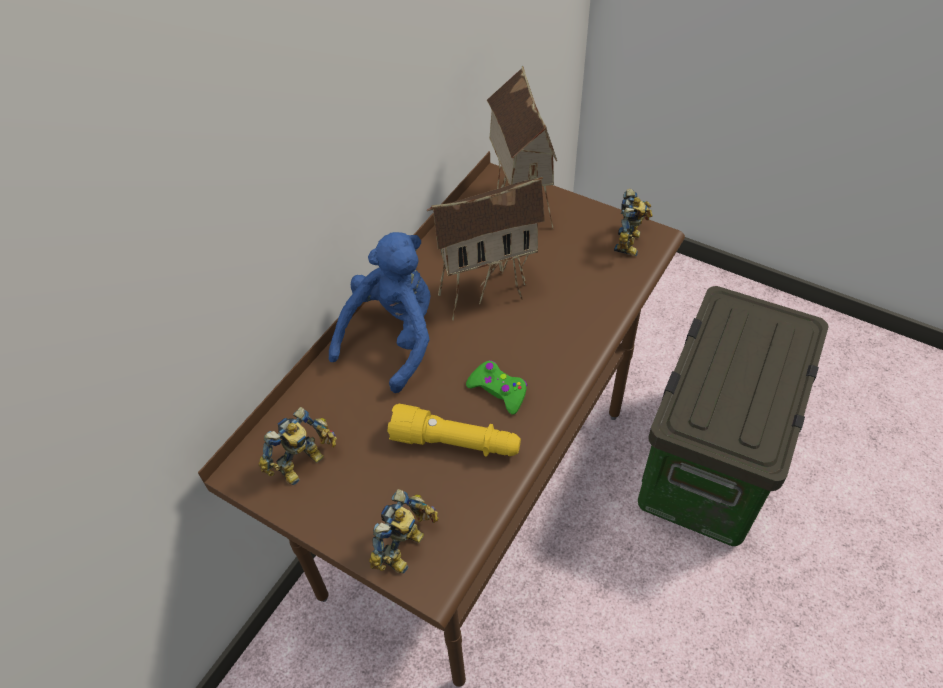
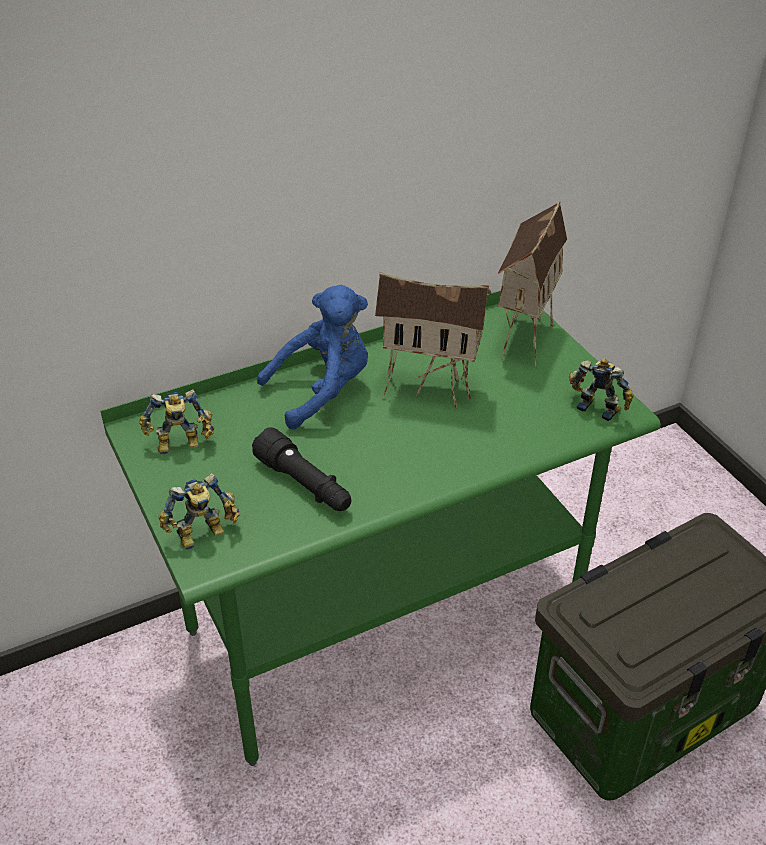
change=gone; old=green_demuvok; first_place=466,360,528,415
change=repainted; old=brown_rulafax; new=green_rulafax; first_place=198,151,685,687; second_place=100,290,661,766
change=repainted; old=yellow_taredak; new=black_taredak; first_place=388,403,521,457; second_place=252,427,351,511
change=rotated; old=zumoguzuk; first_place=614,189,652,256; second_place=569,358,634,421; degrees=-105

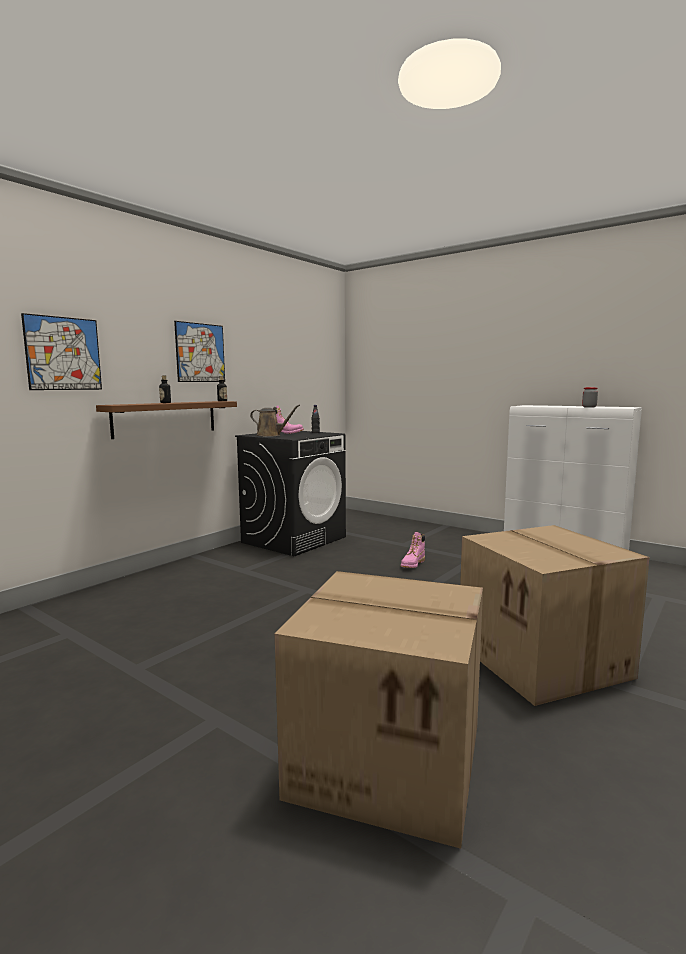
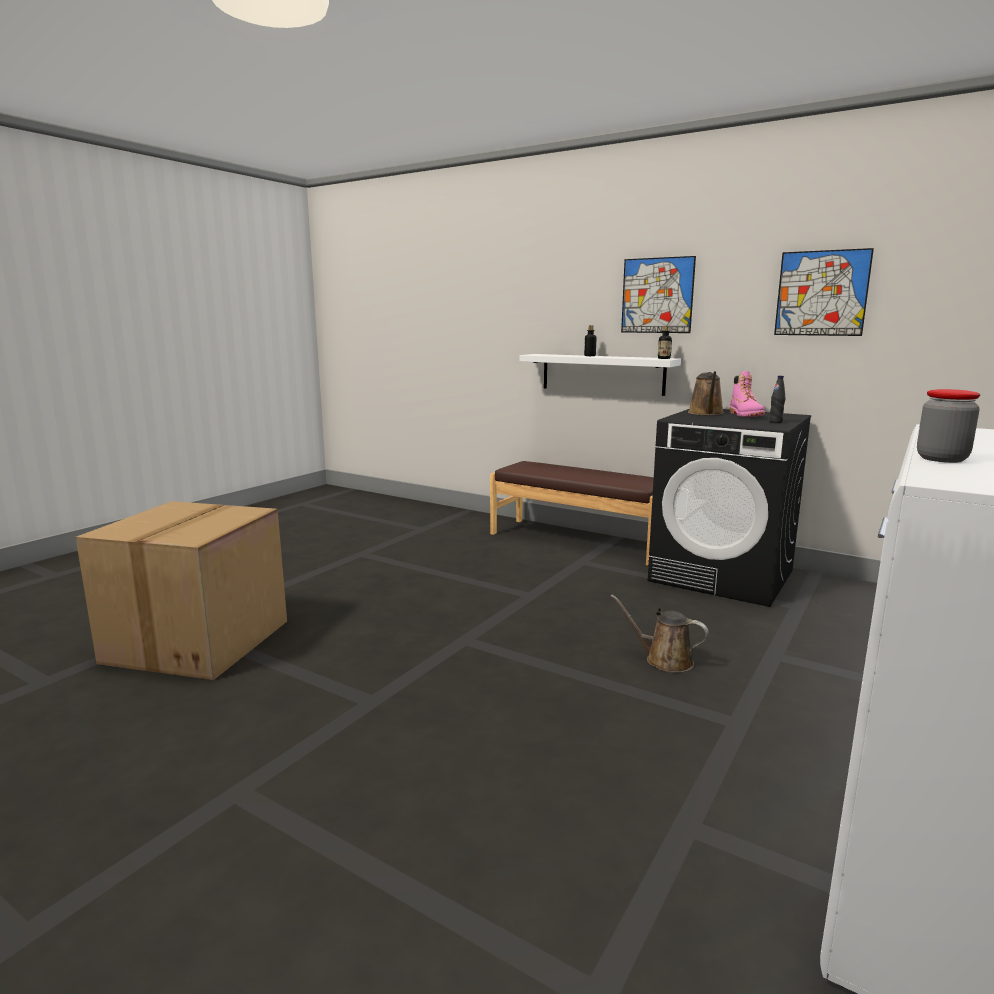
change=gone; old=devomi; first_place=460,525,650,706
change=new; new=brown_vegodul; second_place=490,461,654,565
change=shifted; old=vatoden; first_place=21,313,102,390; second_place=774,248,874,336
change=swapped; old=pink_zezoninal; new=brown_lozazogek; first_place=401,532,425,568; second_place=610,595,709,673
change=repainted; old=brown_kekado; new=white_kekado; first_place=96,401,237,439; second_place=520,354,681,396

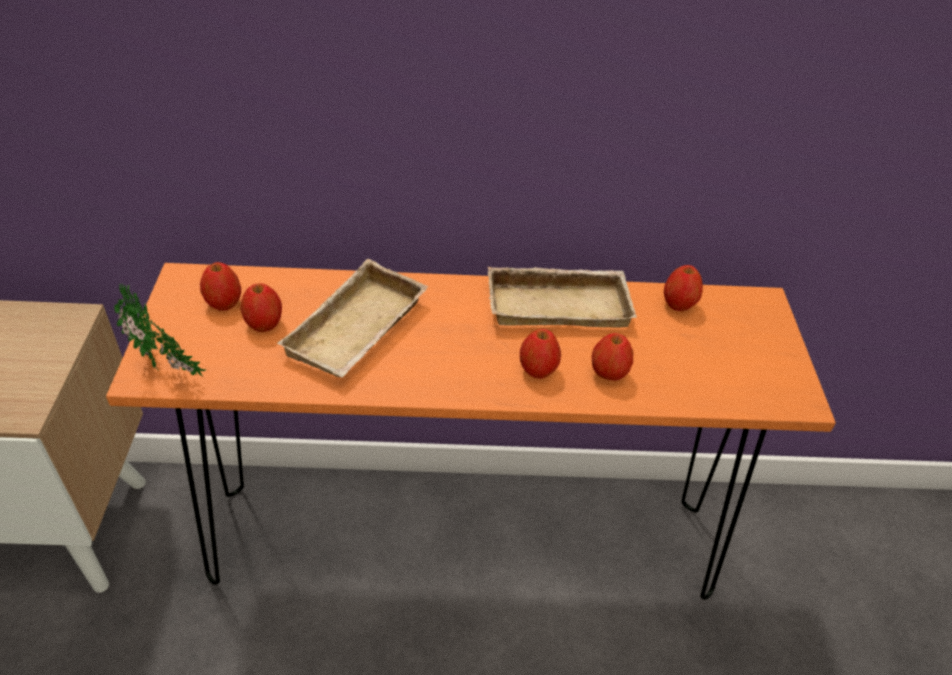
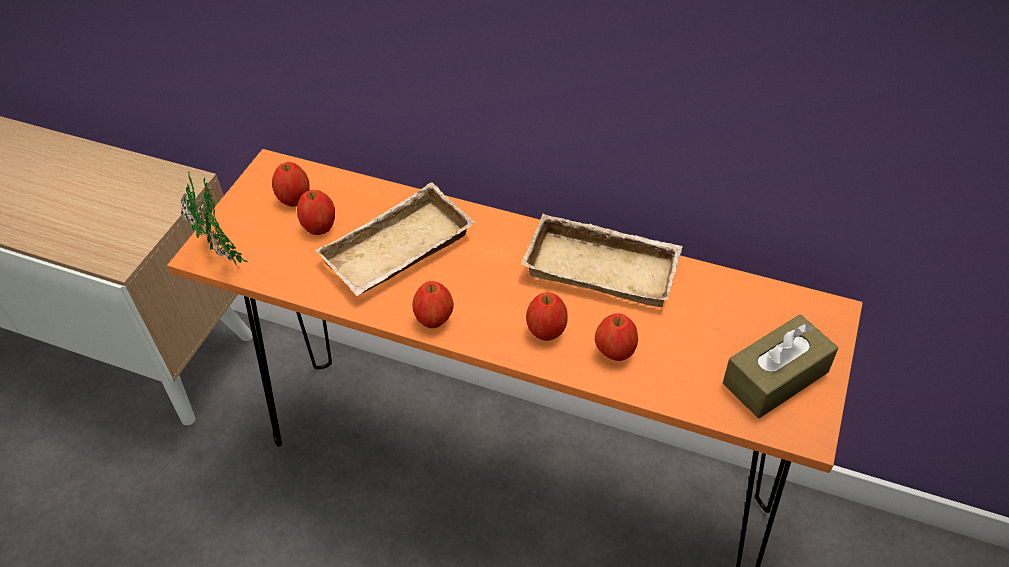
change=new; new=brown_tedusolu; second_place=723,315,838,418
change=shifted; old=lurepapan; first_place=664,265,703,311; second_place=412,281,454,328

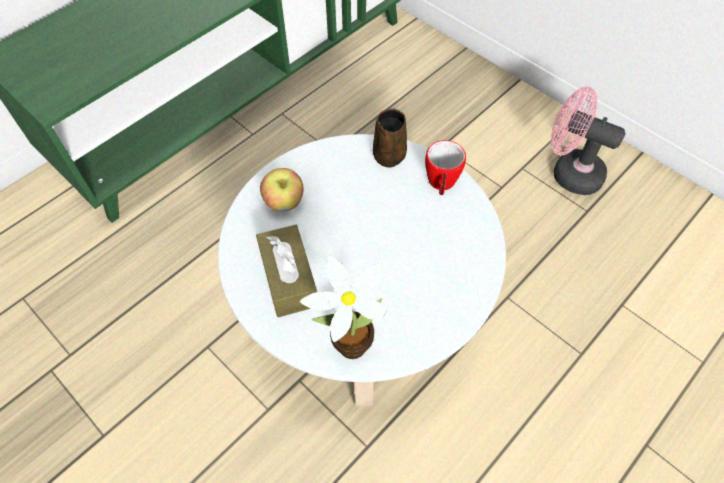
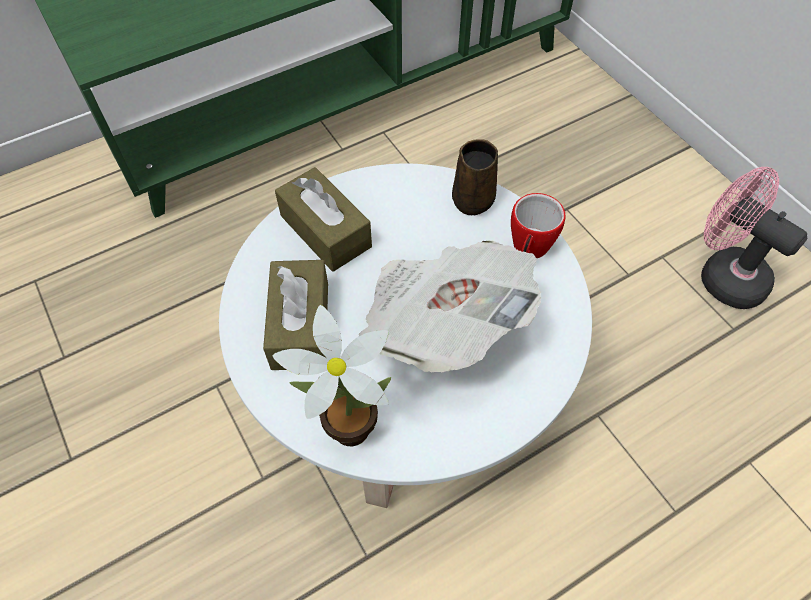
change=new; new=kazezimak; second_place=358,240,541,373
change=swapped; old=lurepapan; new=brown_tedusolu; first_place=260,168,303,212; second_place=275,167,372,272

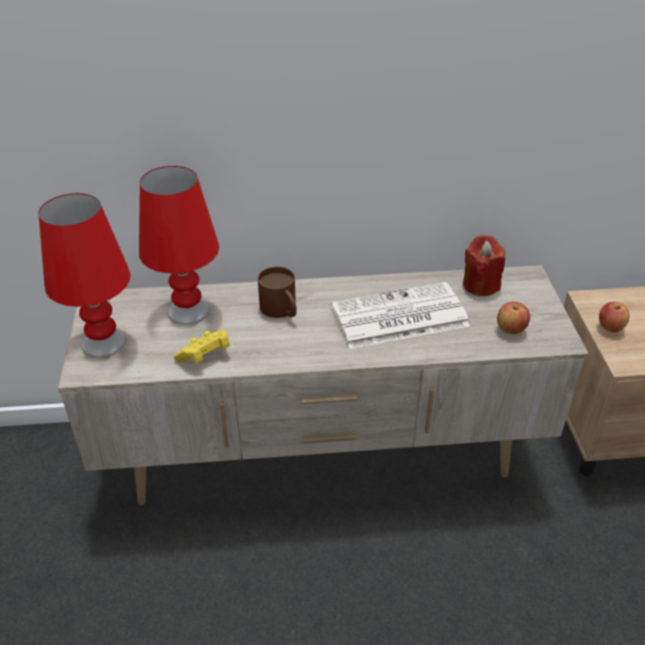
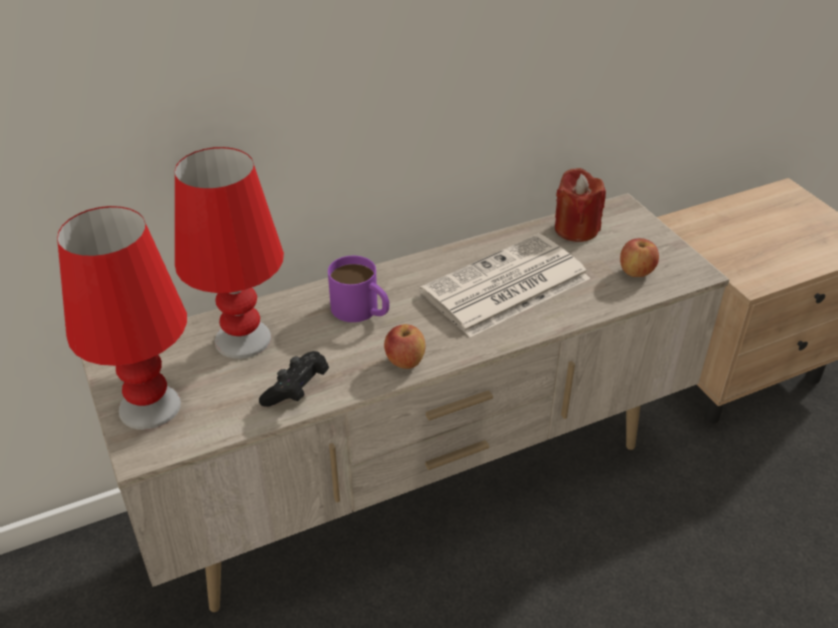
change=shifted; old=lurepapan; first_place=599,302,629,333; second_place=384,324,426,369
change=repainted; old=yellow_demuvok; new=black_demuvok; first_place=174,330,230,363; second_place=259,351,329,407
change=repainted; old=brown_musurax; new=purple_musurax; first_place=258,267,297,318; second_place=328,256,389,322

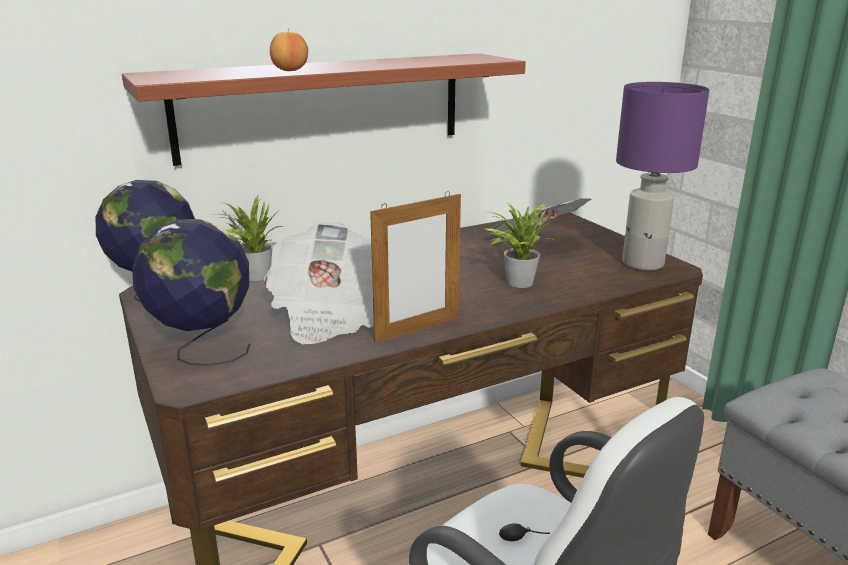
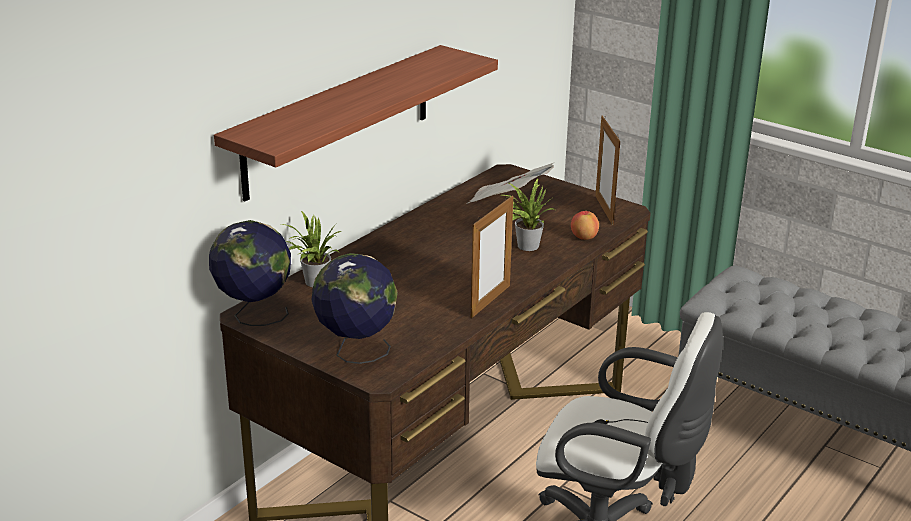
change=gone; old=kazezimak; first_place=264,222,374,344
change=shifted; old=lurepapan; first_place=270,28,308,71; second_place=571,211,599,240
change=swapped; old=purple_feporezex; new=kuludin; first_place=616,82,710,270; second_place=595,116,620,225

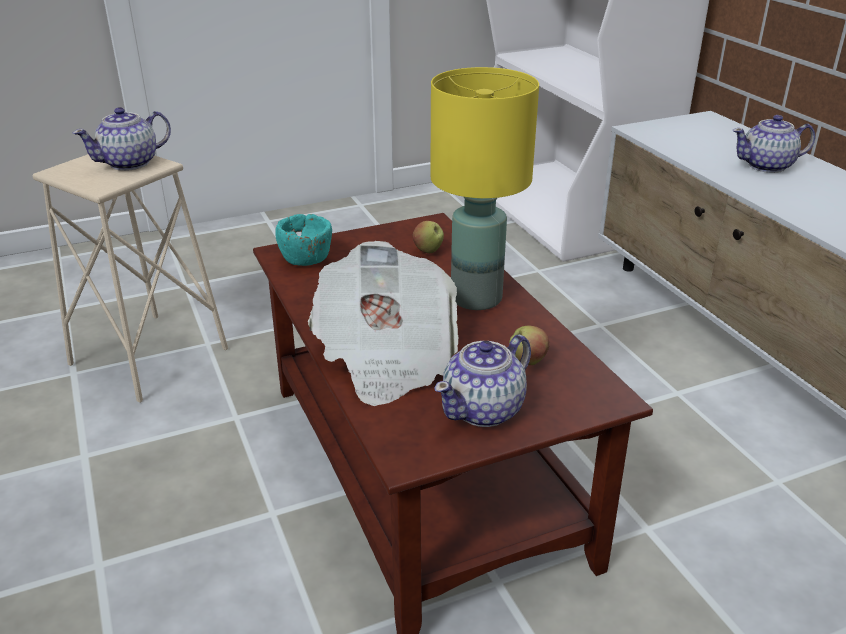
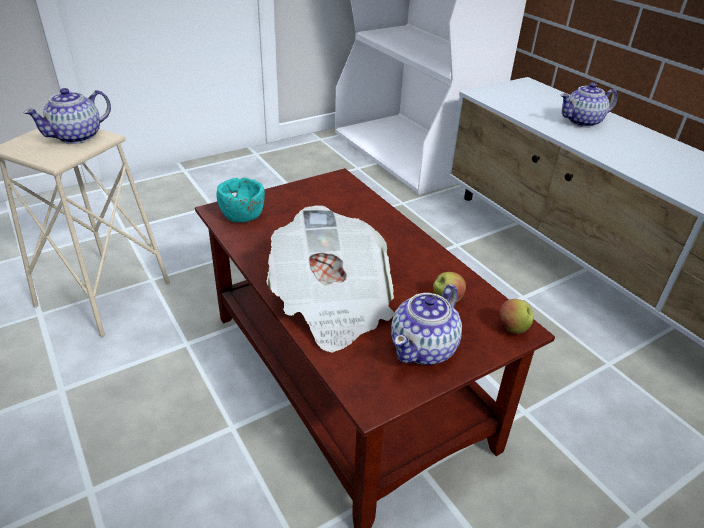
change=gone; old=yellow_feporezex; first_place=430,67,539,310
change=shifted; old=lurepapan; first_place=413,221,444,254; second_place=500,299,534,334

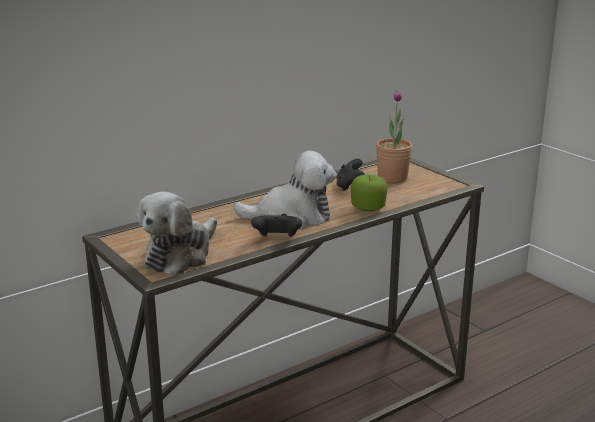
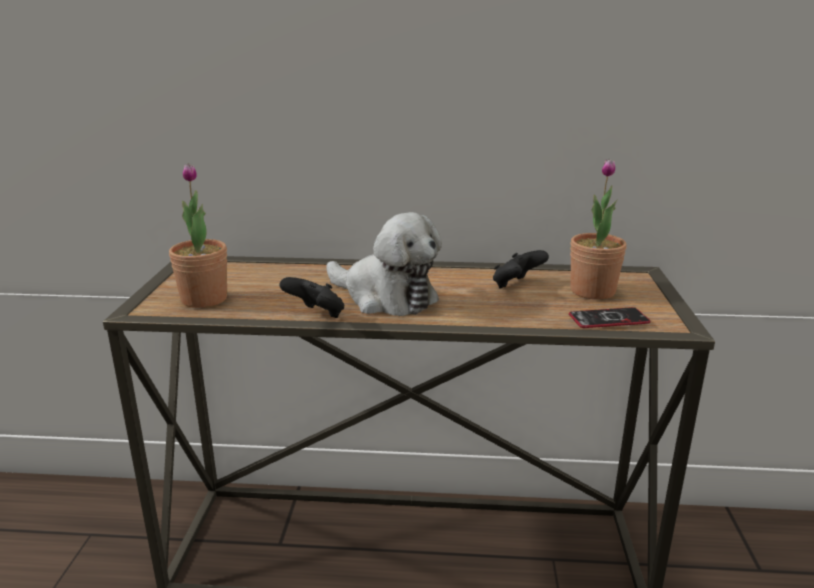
change=gone; old=lurepapan; first_place=351,174,388,212
change=new; new=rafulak; second_place=569,307,651,328
change=swapped; old=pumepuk; new=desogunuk; first_place=137,192,217,275; second_place=169,163,227,308

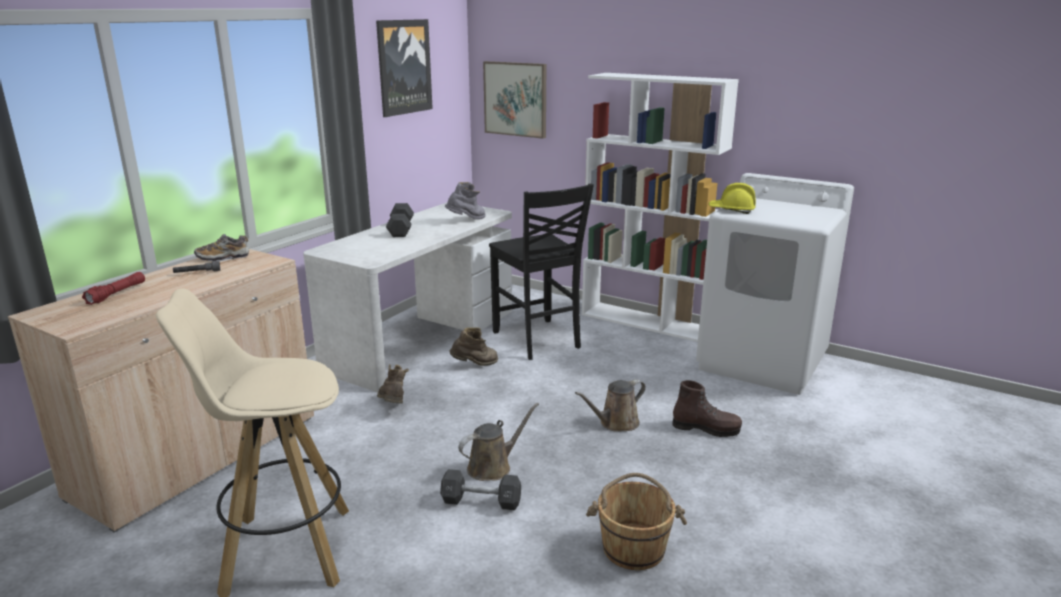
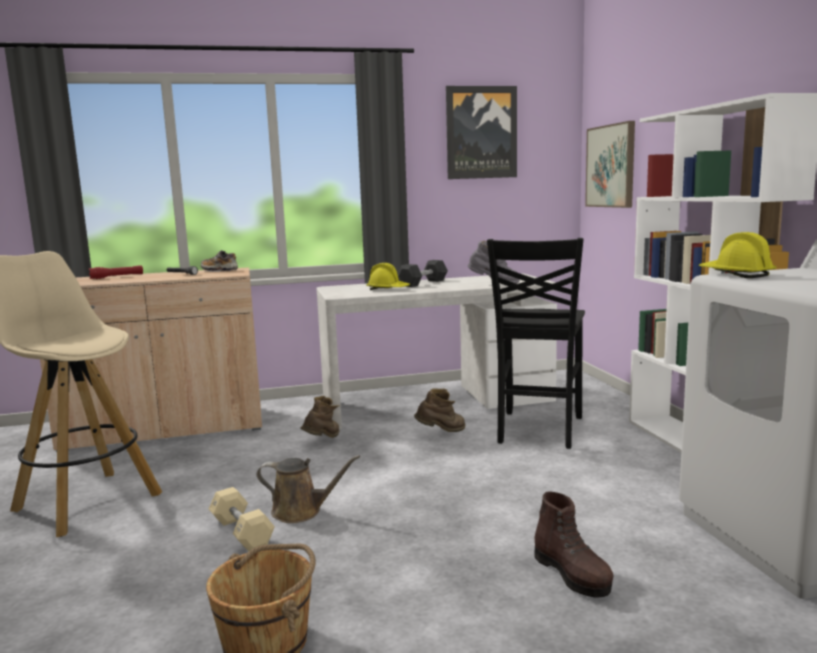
change=gone; old=brown_lozazogek; first_place=575,379,646,432
change=new; new=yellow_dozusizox; second_place=366,263,411,290
change=repainted; old=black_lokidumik; new=beige_lokidumik; first_place=440,469,521,510; second_place=209,487,275,551
change=rotated; old=brown_zezoninal; first_place=449,327,498,366; second_place=414,389,466,432; degrees=-45

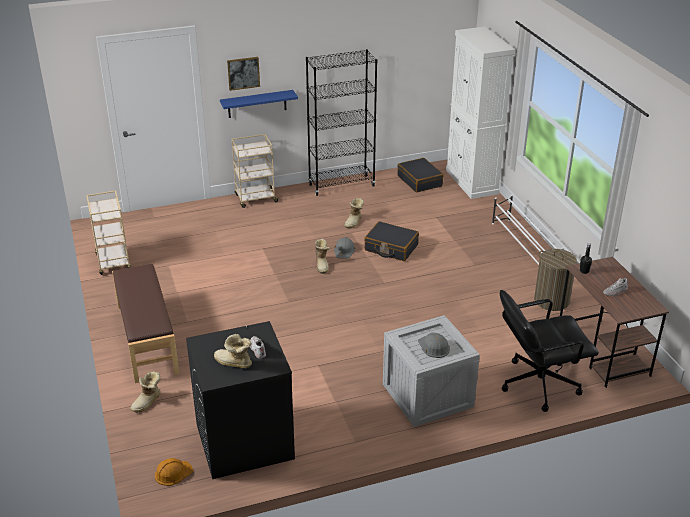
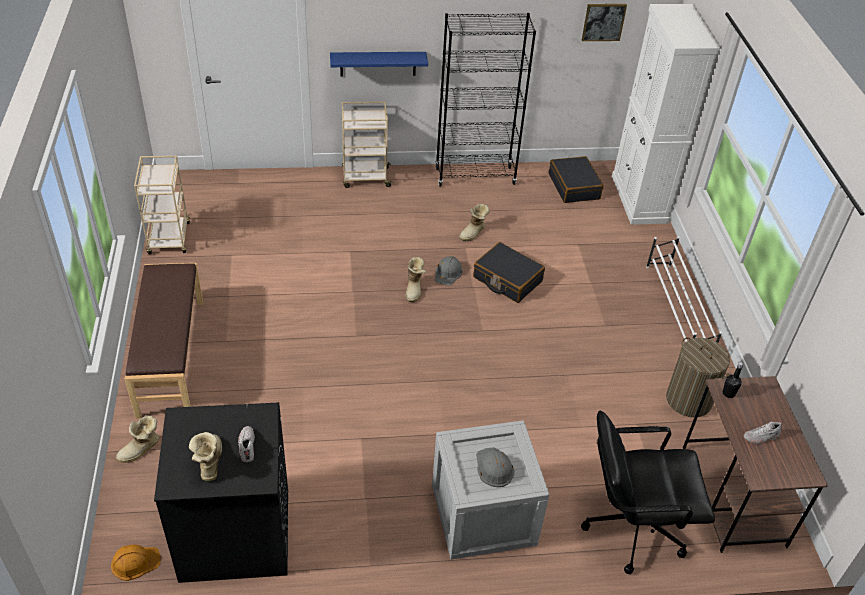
change=shifted; old=vatoden; first_place=227,57,260,91; second_place=582,4,627,41
change=rotated; old=zezoninal; first_place=214,334,252,368; second_place=189,432,222,481; degrees=45

